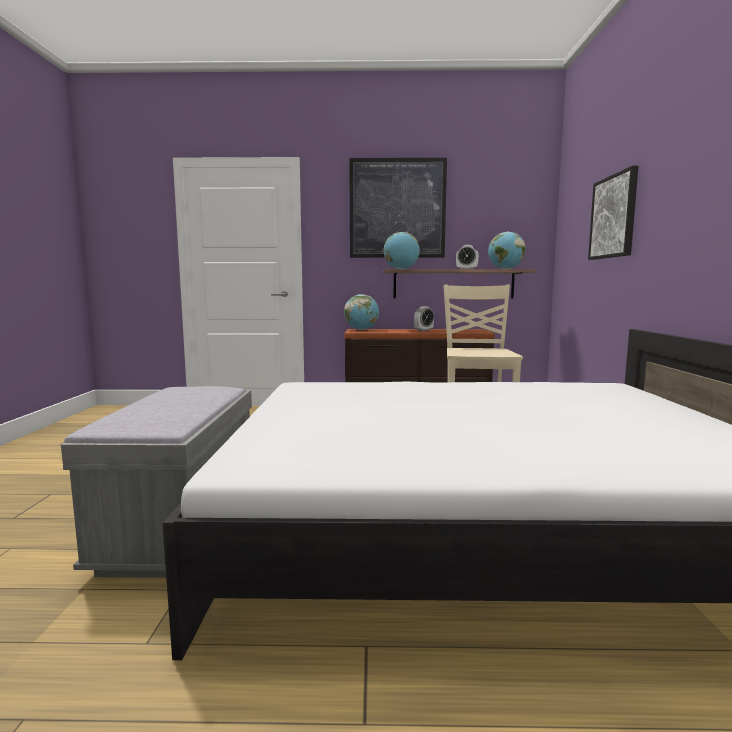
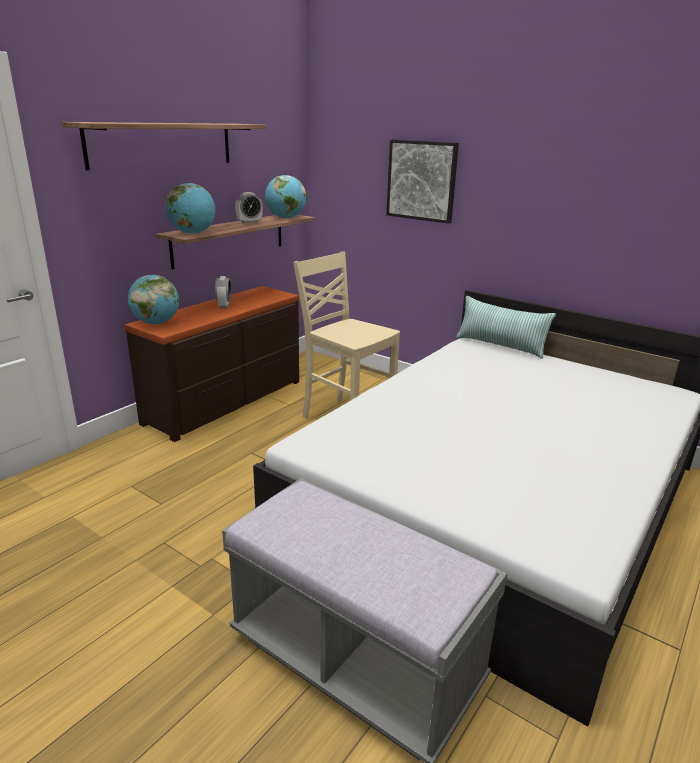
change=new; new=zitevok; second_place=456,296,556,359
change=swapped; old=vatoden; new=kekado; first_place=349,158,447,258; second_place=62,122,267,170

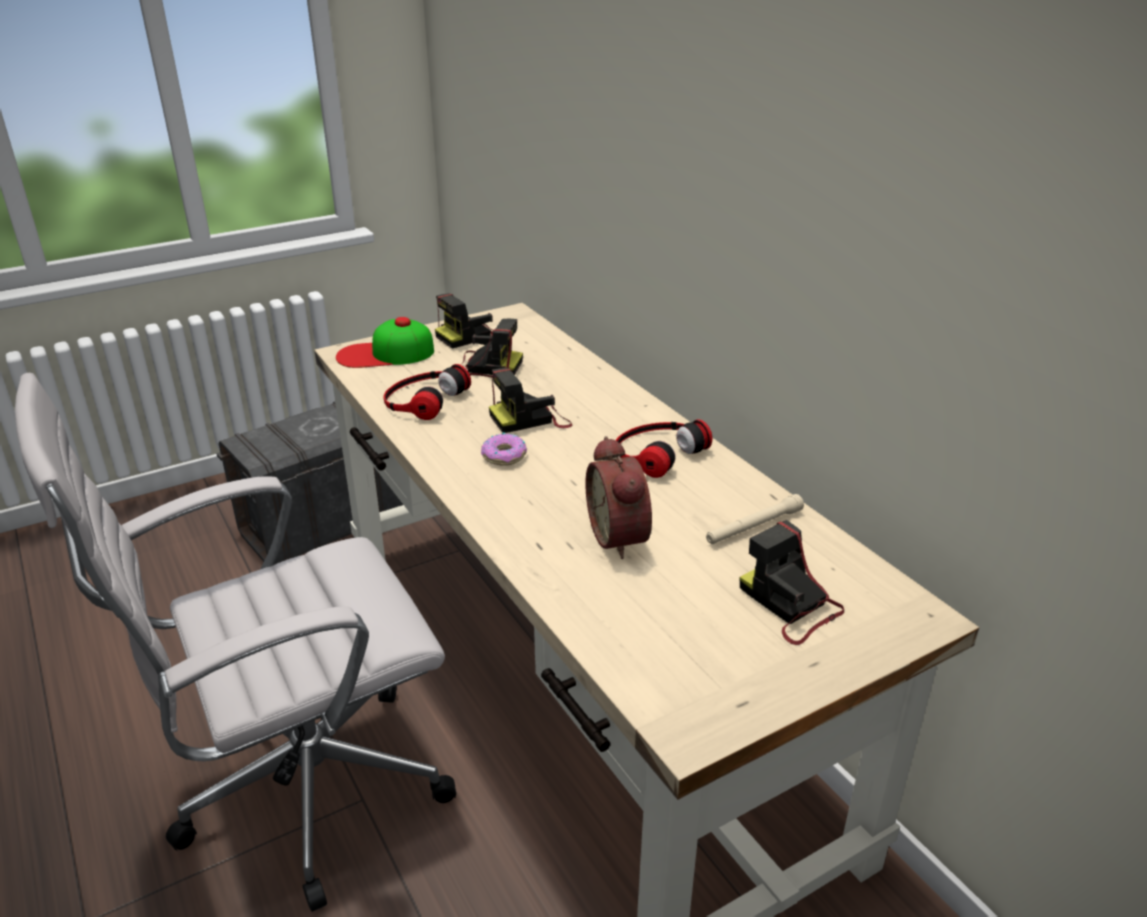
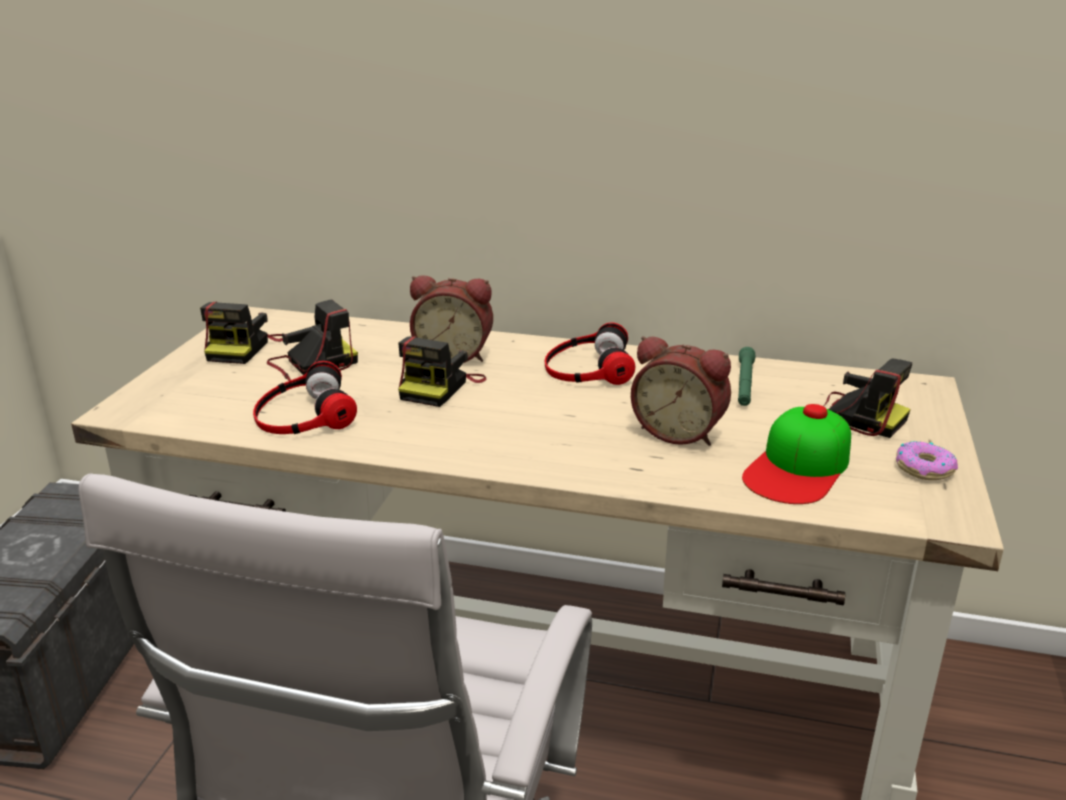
change=new; new=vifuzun; second_place=410,275,493,363
change=shifted; old=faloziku; first_place=336,317,434,368; second_place=742,404,851,504
change=shifted; old=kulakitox; first_place=481,433,527,466; second_place=896,441,958,480
change=repainted; old=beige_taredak; new=green_taredak; first_place=706,494,804,544; second_place=738,347,756,406
change=rotated; old=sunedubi; first_place=740,520,844,645; second_place=823,359,912,438; degrees=-150

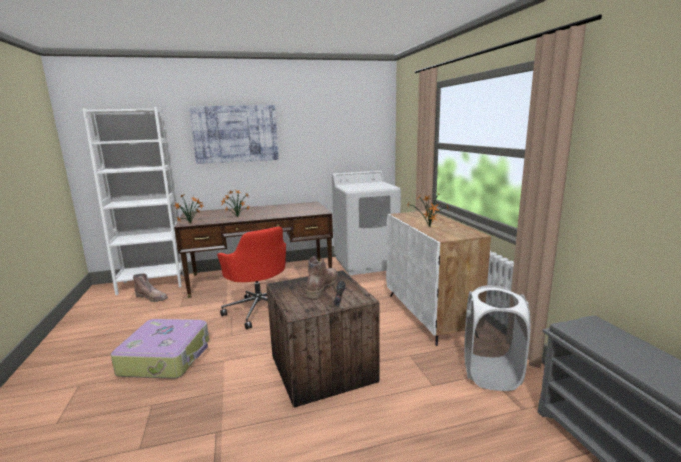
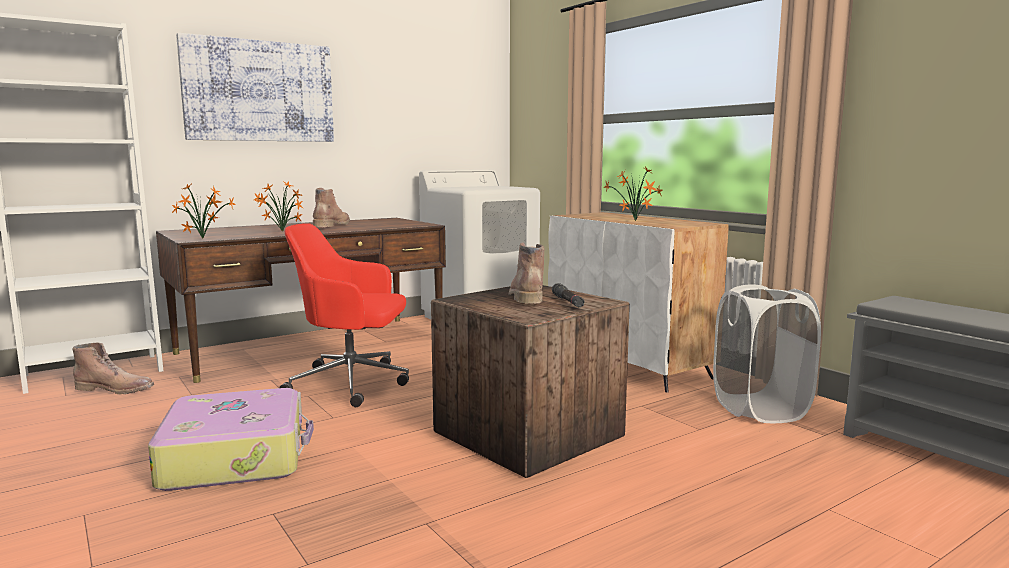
change=new; new=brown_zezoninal; second_place=313,188,350,227
change=rotated; old=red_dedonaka; first_place=217,226,286,330; second_place=279,224,409,407; degrees=150

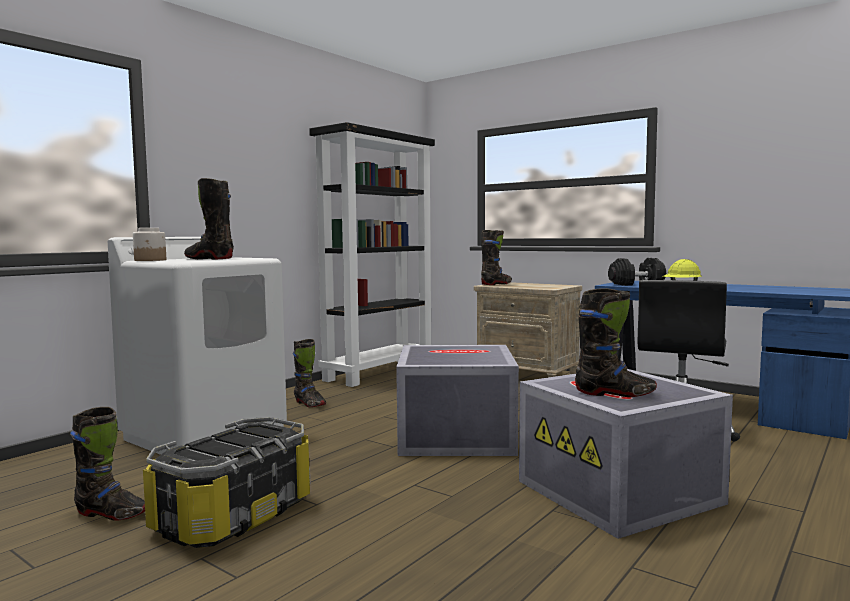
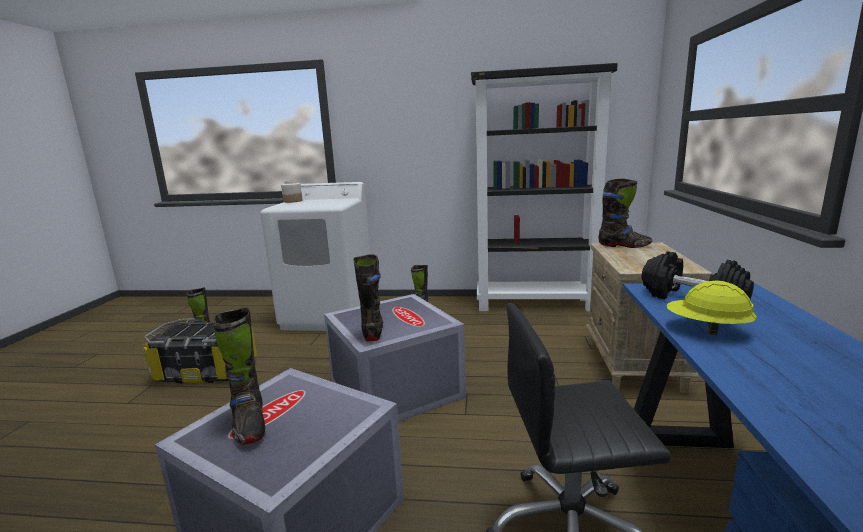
change=shifted; old=black_zezoninal; first_place=184,178,234,260; second_place=353,254,383,341

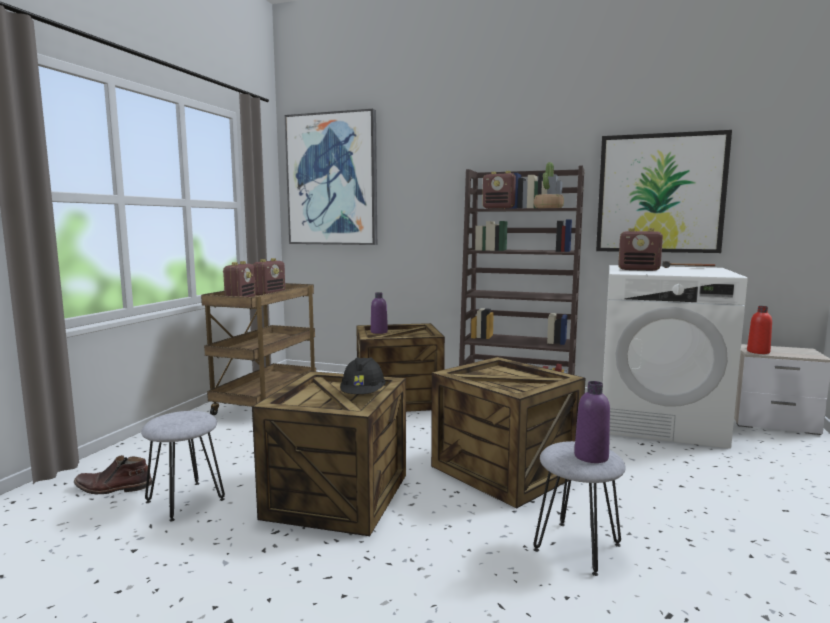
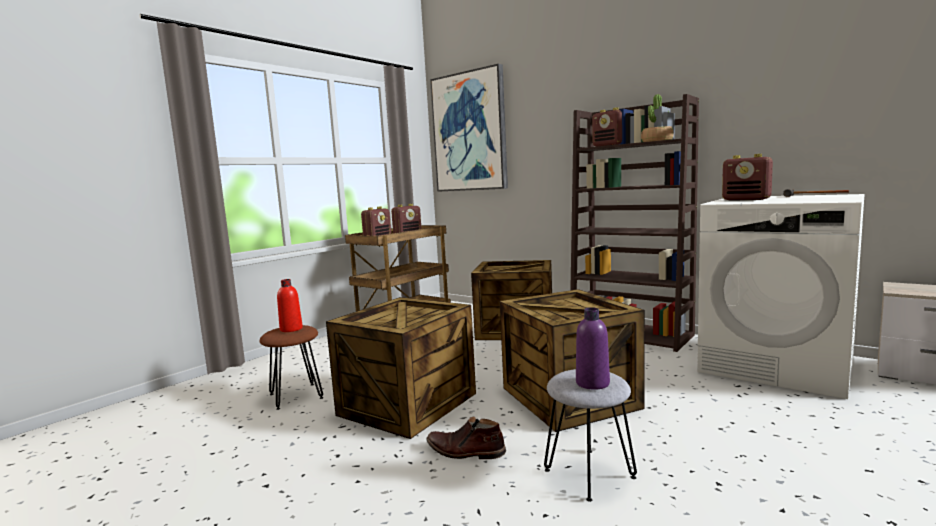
change=gone; old=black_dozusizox; first_place=340,357,386,394
change=gone; old=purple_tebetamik; first_place=371,292,388,334
change=gone; old=vatoden; first_place=596,130,732,253
change=shifted; old=brown_zezoninal; first_place=74,455,152,494; second_place=426,417,506,459
change=shifted; old=red_tebetamik; first_place=747,306,772,354; second_place=277,279,303,332
change=repainted; old=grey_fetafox; new=brown_fetafox; first_place=141,411,225,521; second_place=260,325,323,410

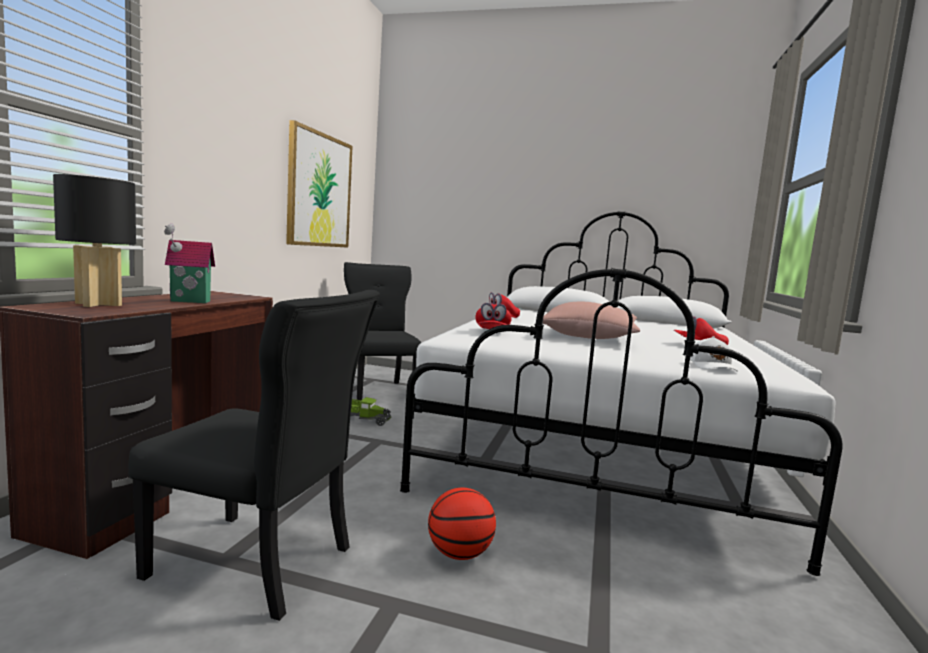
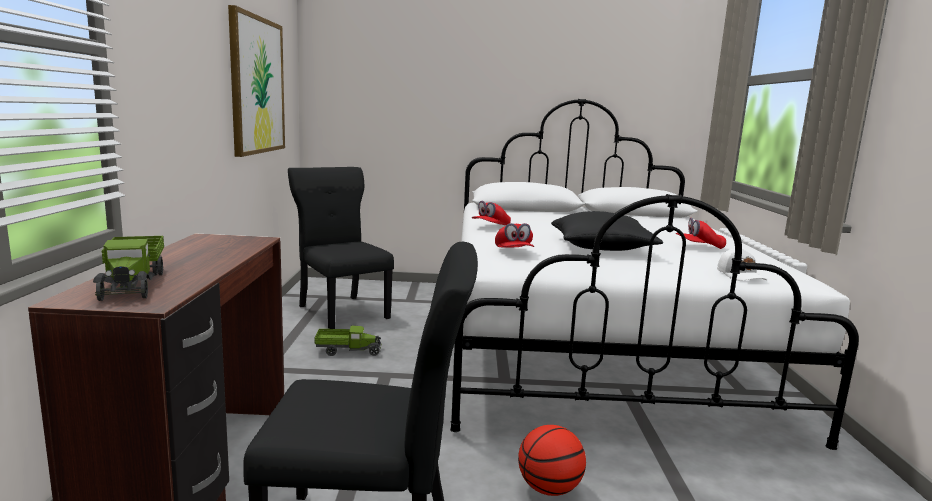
change=gone; old=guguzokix; first_place=164,224,215,303
change=swapped; old=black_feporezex; new=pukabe; first_place=53,174,136,307; second_place=93,236,164,301
change=repainted; old=pink_zitevok; new=black_zitevok; first_place=543,301,640,339; second_place=551,211,663,251

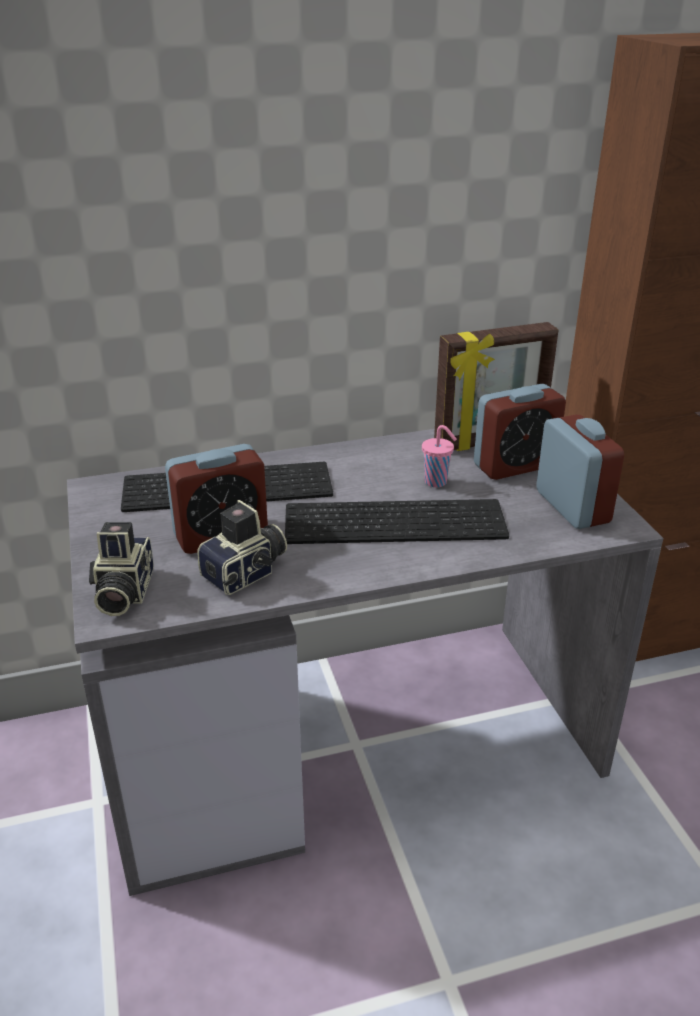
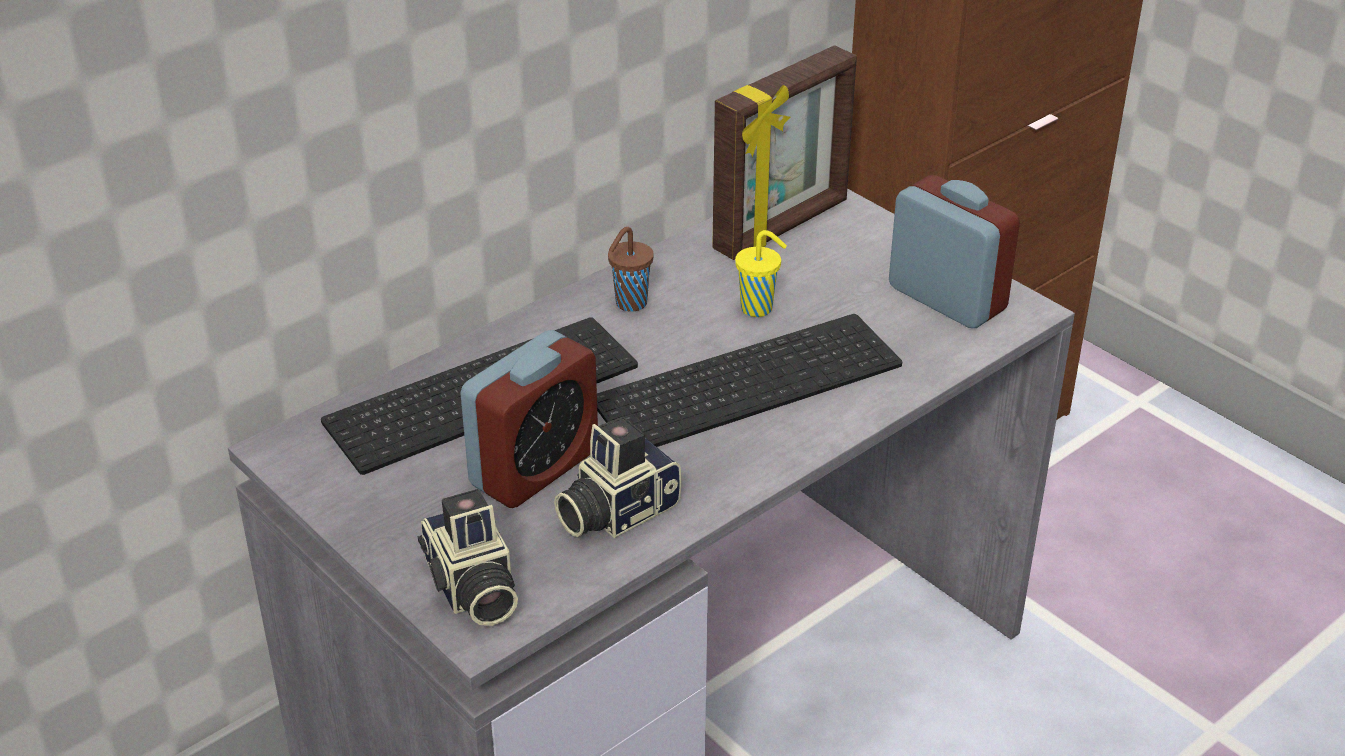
change=gone; old=vifuzun; first_place=474,384,566,480
change=new; new=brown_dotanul; second_place=608,227,654,312
change=repainted; old=pink_dotanul; new=yellow_dotanul; first_place=422,425,457,487; second_place=735,230,787,317
change=rotated; old=sunedubi; first_place=197,500,287,595; second_place=554,417,681,538; degrees=-150

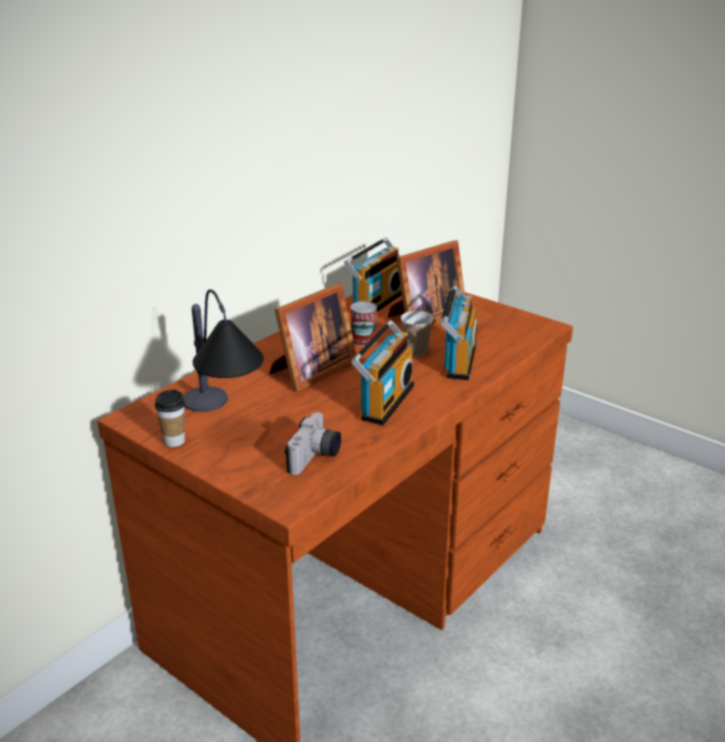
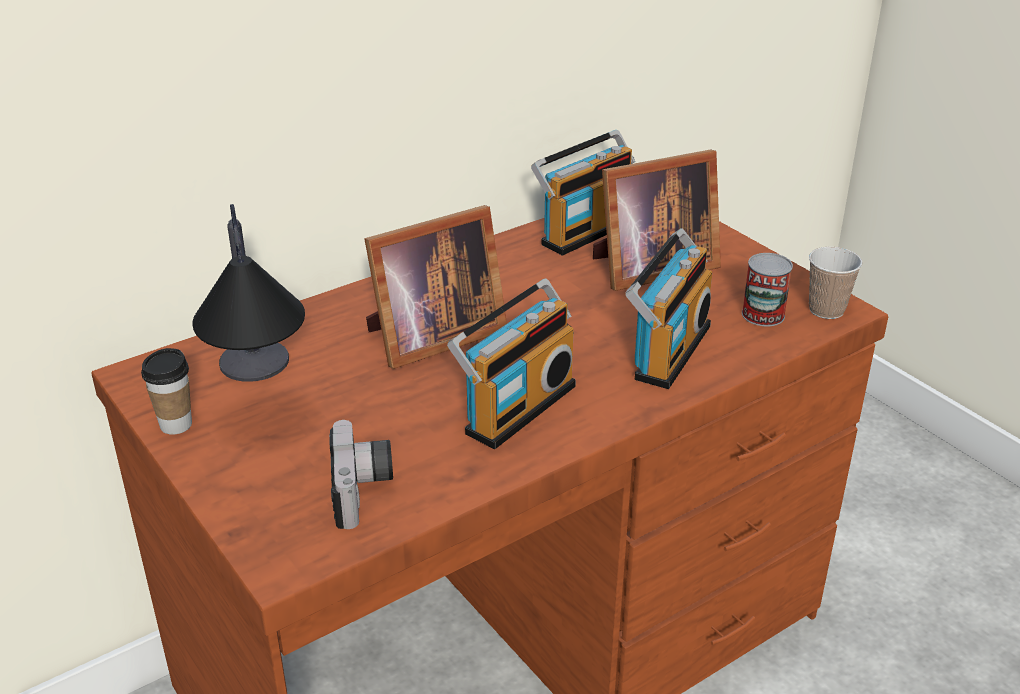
change=shifted; old=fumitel; first_place=350,301,377,346; second_place=742,253,793,326
change=shifted; old=dotanul; first_place=401,311,434,356; second_place=809,247,862,319
change=rotated; old=sunedubi; first_place=285,412,341,475; second_place=329,420,393,529; degrees=-45

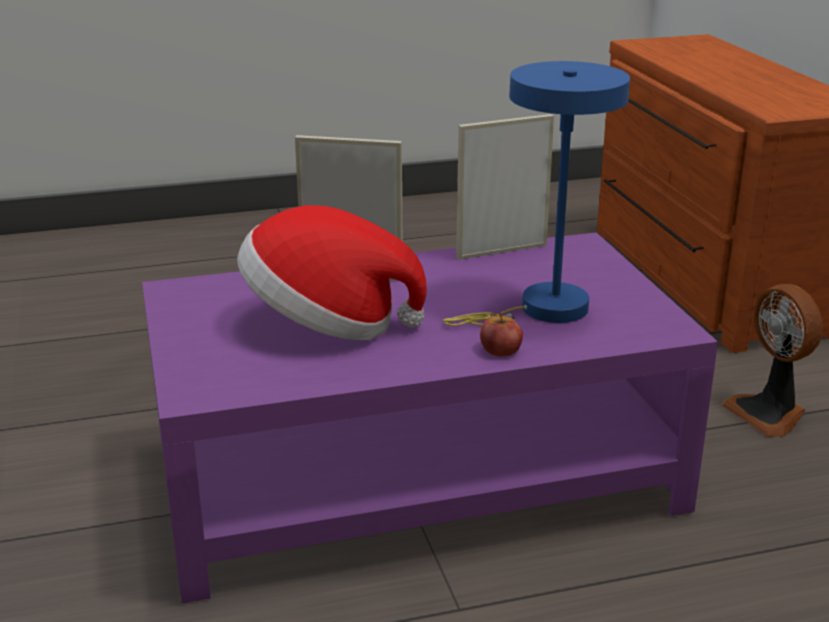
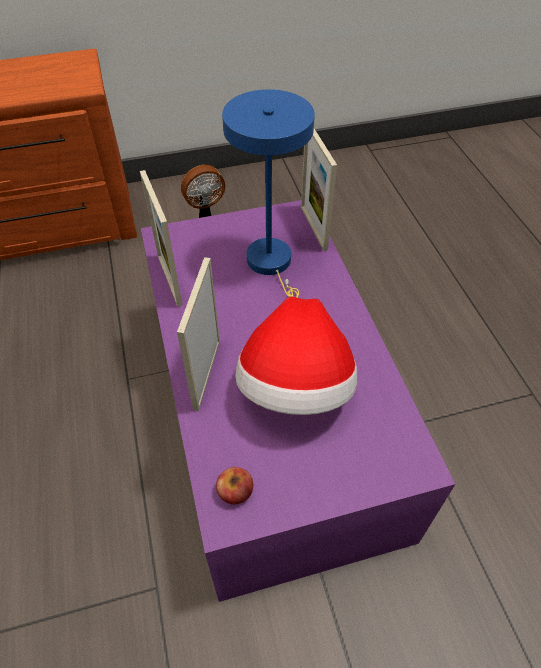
change=new; new=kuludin; second_place=301,129,337,251
change=shifted; old=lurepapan; first_place=480,313,523,357; second_place=216,467,253,504

